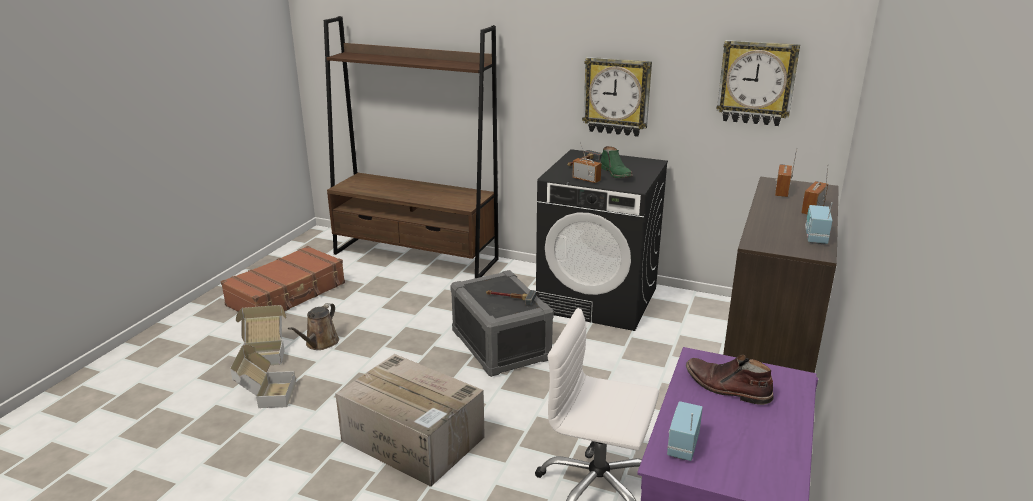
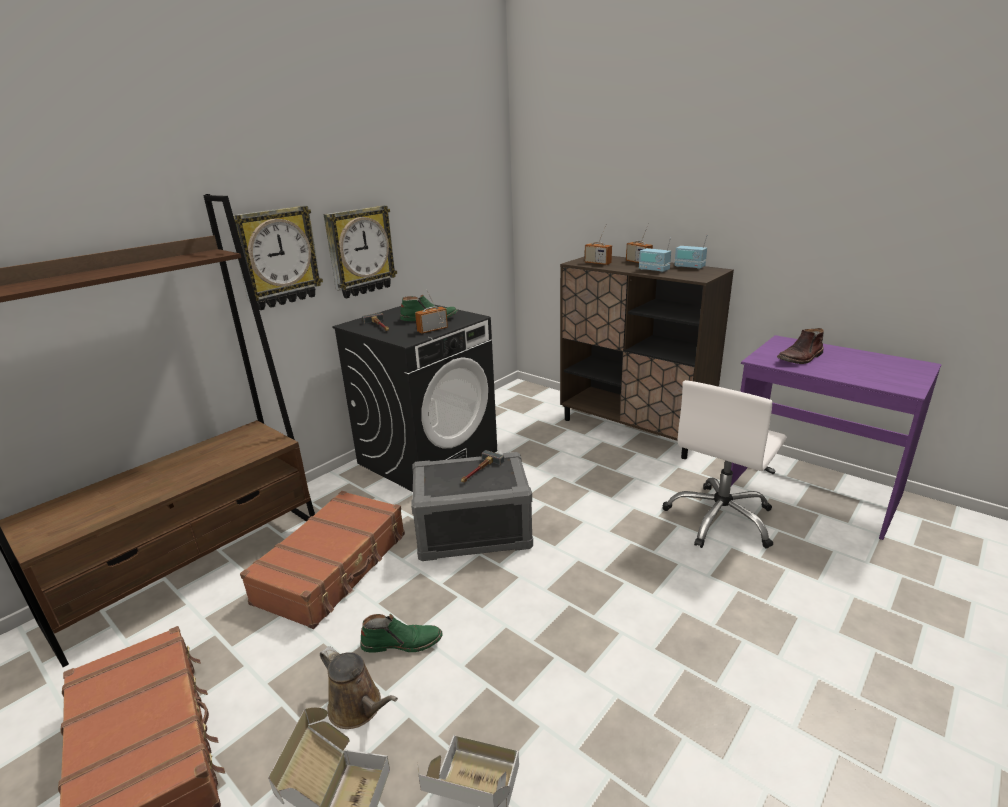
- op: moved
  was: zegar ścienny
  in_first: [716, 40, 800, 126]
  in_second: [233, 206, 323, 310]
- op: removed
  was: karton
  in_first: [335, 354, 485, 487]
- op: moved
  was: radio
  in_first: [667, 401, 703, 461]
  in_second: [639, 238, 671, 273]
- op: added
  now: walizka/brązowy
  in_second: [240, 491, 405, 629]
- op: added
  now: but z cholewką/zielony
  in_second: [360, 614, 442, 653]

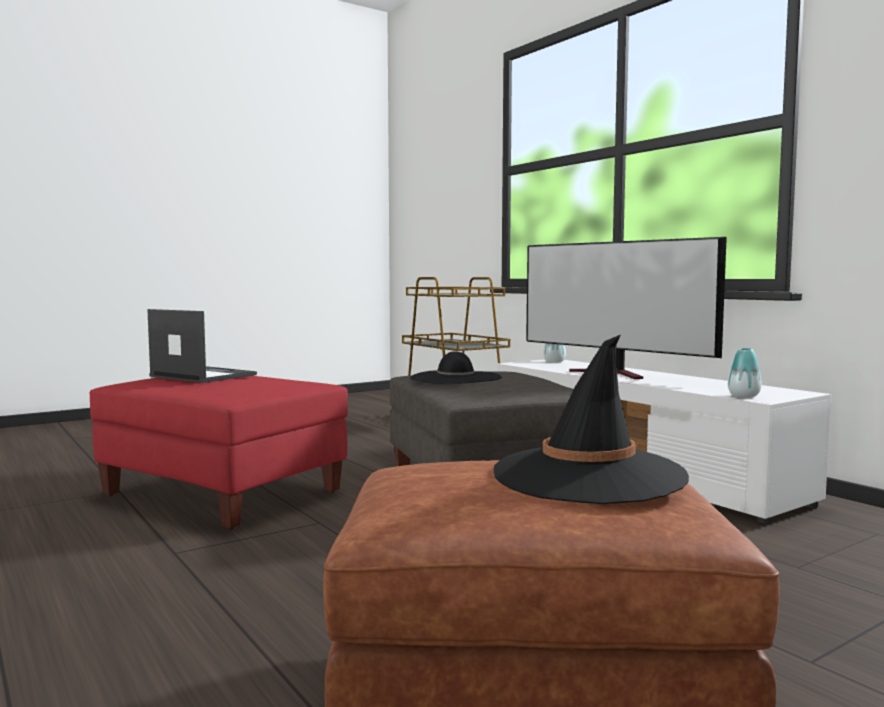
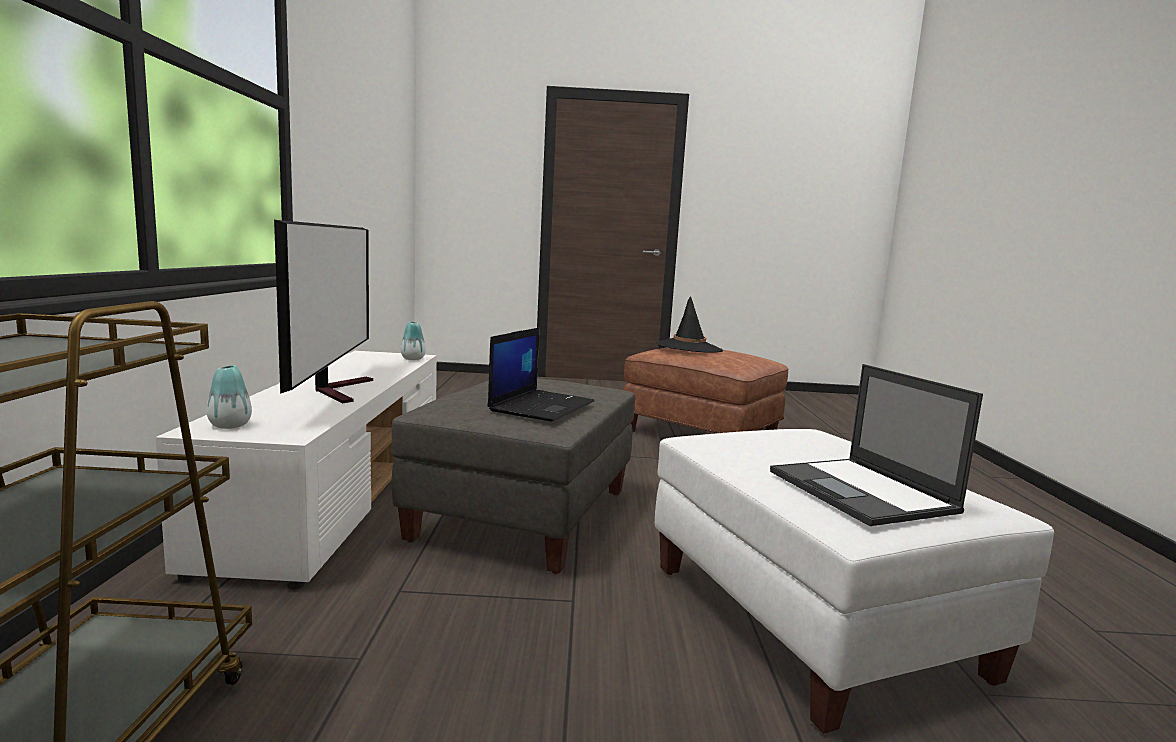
- op: replaced
  was: kapelusz/czarny
  now: laptop
  in_first: [410, 351, 502, 384]
  in_second: [487, 327, 594, 422]
- op: recoloured
  was: pufa/czerwony
  now: pufa/biały
  in_first: [90, 376, 348, 530]
  in_second: [655, 429, 1054, 733]

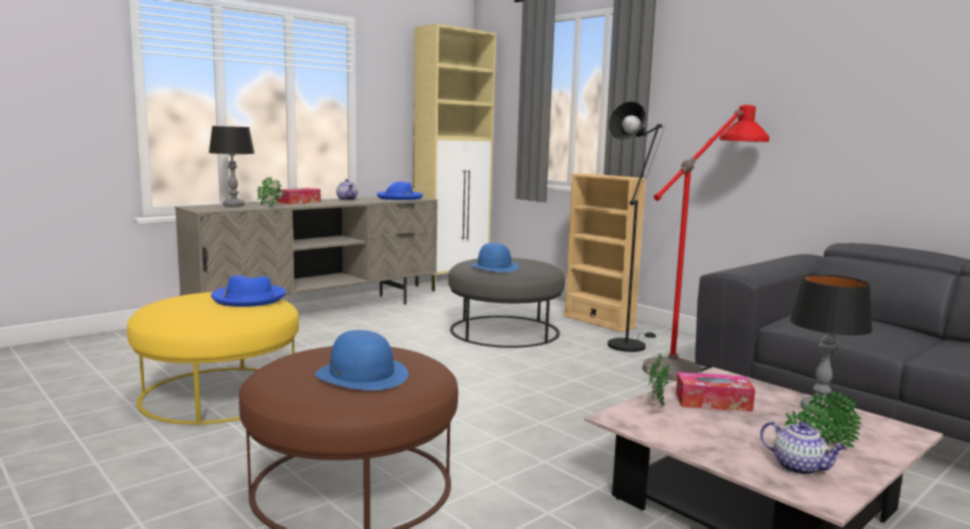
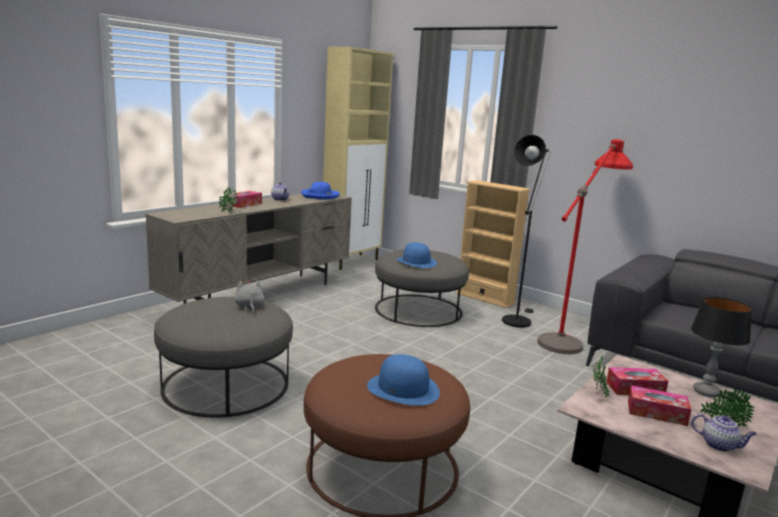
- op: removed
  was: lampa stołowa
  in_first: [209, 126, 255, 207]
- op: replaced
  was: kapelusz/niebieski
  now: pluszak/szary
  in_first: [211, 275, 286, 307]
  in_second: [235, 280, 265, 313]
- op: recoloured
  was: pufa/żółty
  now: pufa/szary
  in_first: [127, 292, 299, 424]
  in_second: [154, 297, 293, 417]
- op: added
  now: pudełko chusteczek
  in_second: [628, 385, 692, 426]

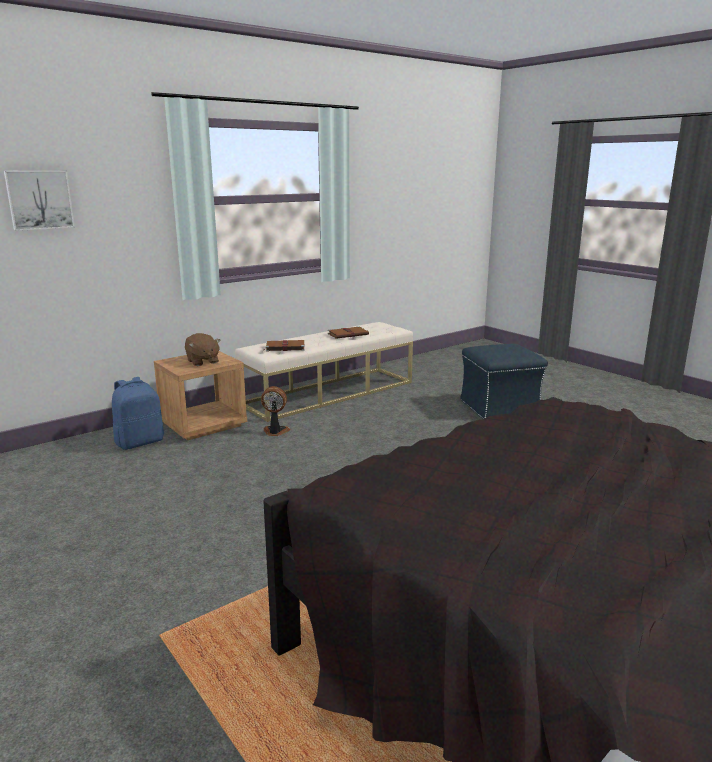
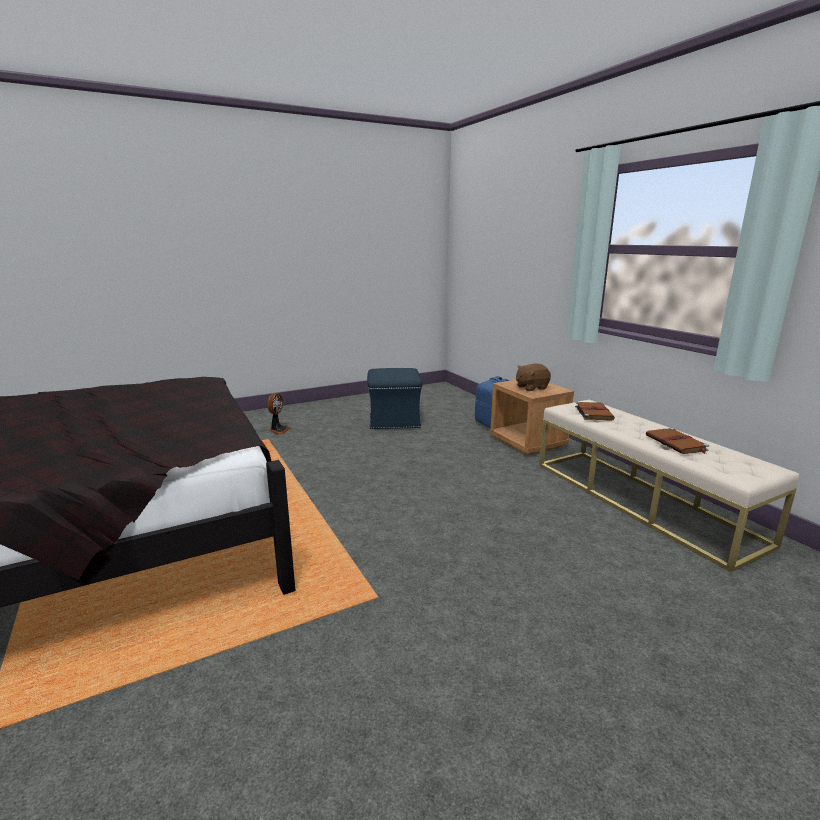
- op: removed
  was: obraz
  in_first: [4, 171, 75, 231]
- op: moved
  was: pufa/niebieski
  in_first: [460, 344, 548, 419]
  in_second: [367, 368, 422, 430]
- op: moved
  was: wentylator
  in_first: [261, 386, 291, 436]
  in_second: [267, 393, 291, 435]

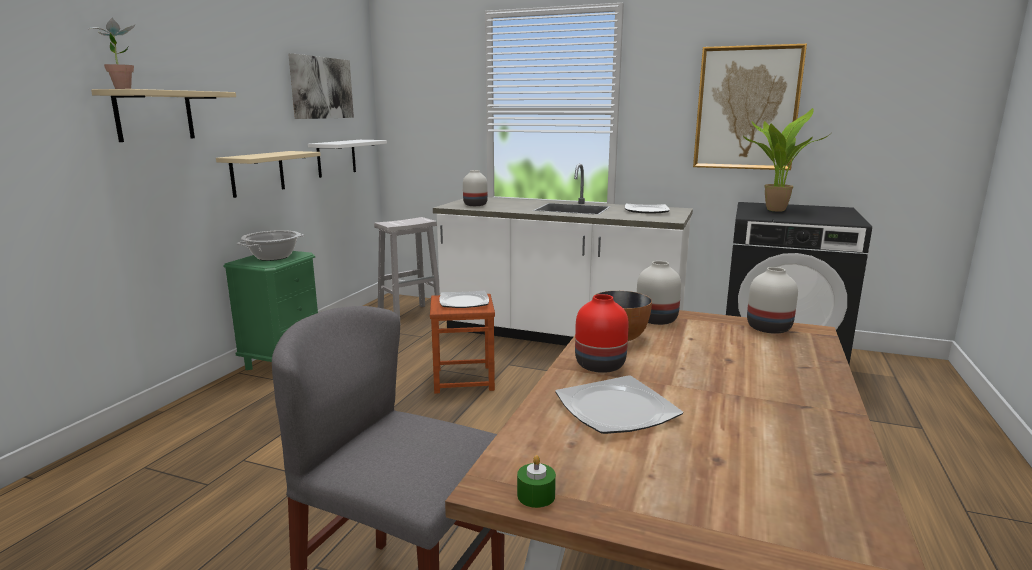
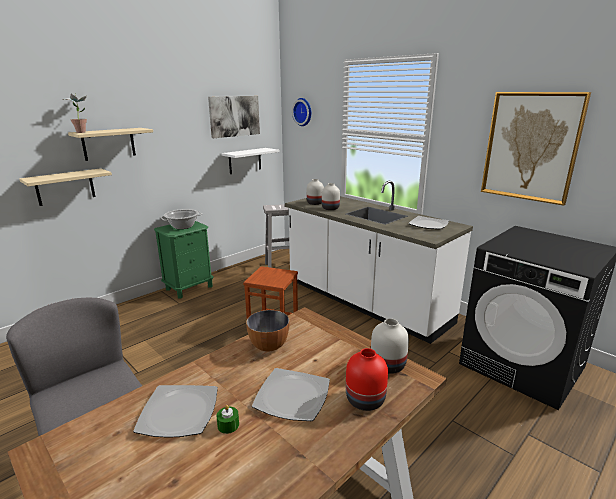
- op: removed
  was: roślina doniczkowa
  in_first: [743, 108, 829, 212]
- op: moved
  was: półka/beżowy
  in_first: [216, 151, 321, 198]
  in_second: [19, 168, 112, 206]
- op: moved
  was: wazon/biały
  in_first: [637, 261, 681, 325]
  in_second: [322, 183, 340, 210]
- op: moved
  was: talerz
  in_first: [439, 291, 489, 308]
  in_second: [252, 368, 330, 421]
- op: moved
  was: wazon/czerwony
  in_first: [575, 294, 629, 373]
  in_second: [346, 348, 388, 411]
- op: moved
  was: świeca/zielony
  in_first: [517, 455, 556, 508]
  in_second: [217, 405, 239, 434]
- op: added
  now: zegar ścienny
  in_second: [292, 98, 312, 126]

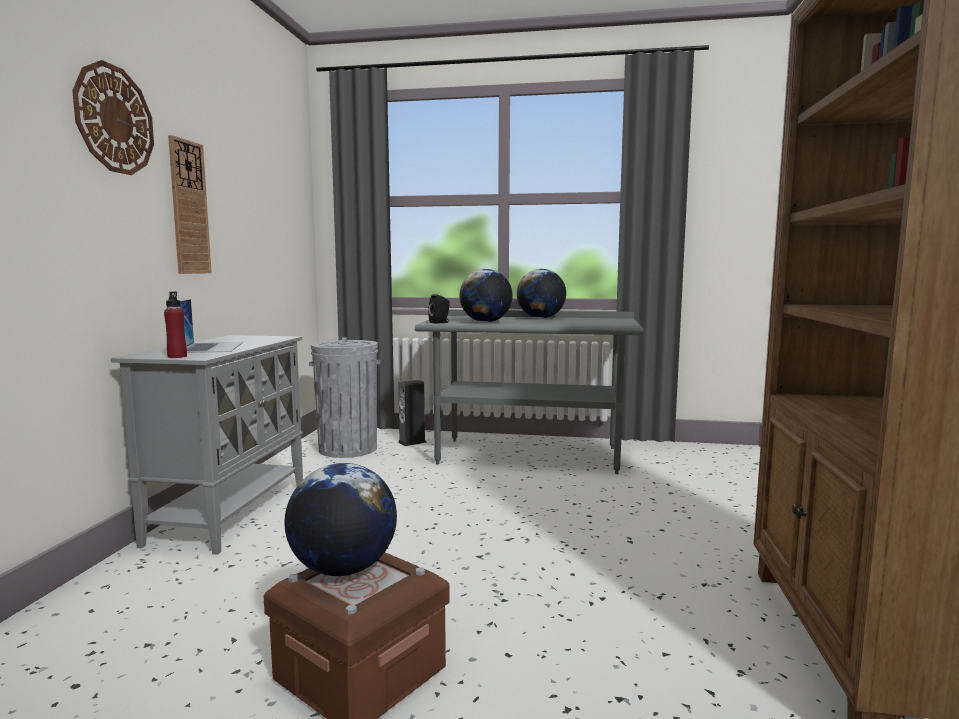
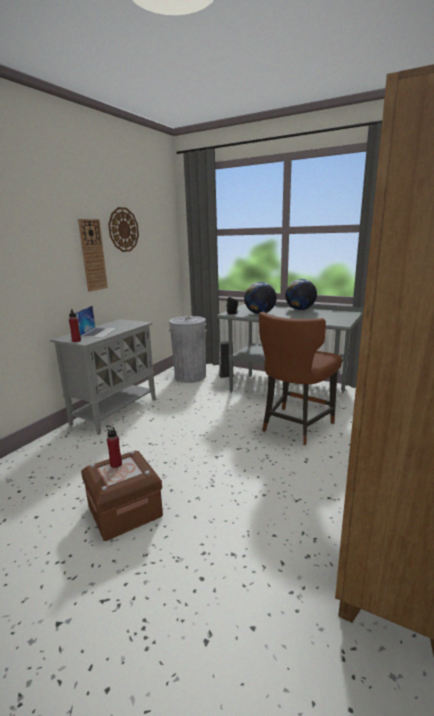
- op: moved
  was: zegar ścienny
  in_first: [72, 60, 154, 175]
  in_second: [108, 207, 139, 252]
- op: replaced
  was: globus
  now: butelka/czerwony
  in_first: [285, 463, 397, 576]
  in_second: [106, 425, 122, 468]
- op: added
  now: krzesło/brązowy
  in_second: [259, 312, 342, 445]

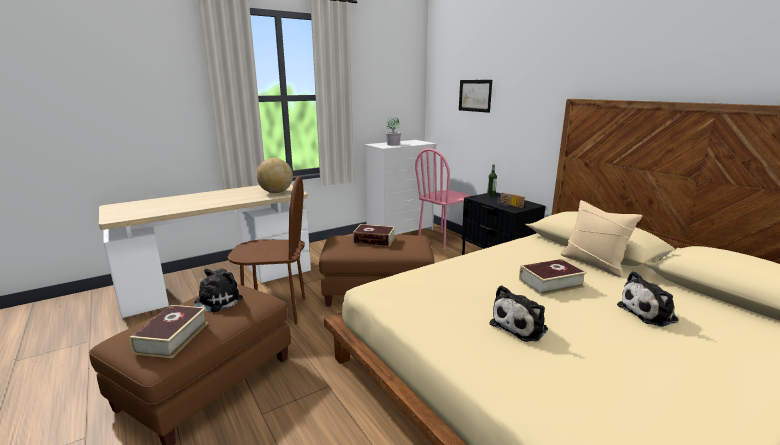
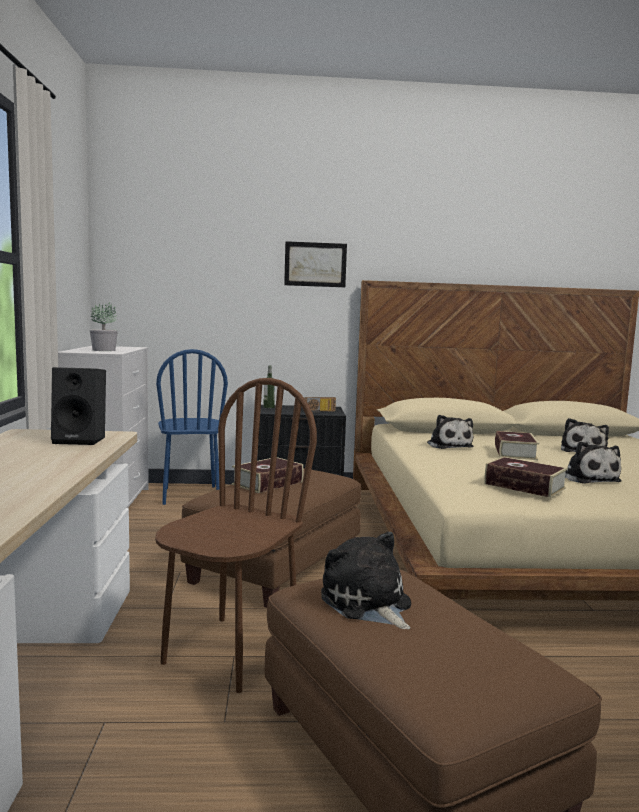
- op: moved
  was: obraz
  in_first: [459, 80, 492, 113]
  in_second: [284, 241, 347, 287]
- op: recoloured
  was: krzesło/różowy
  now: krzesło/niebieski
  in_first: [415, 148, 470, 250]
  in_second: [156, 349, 228, 505]
- op: replaced
  was: globus
  now: głośnik/czarny
  in_first: [256, 158, 293, 193]
  in_second: [51, 367, 106, 445]
- op: removed
  was: poduszka/beżowy
  in_first: [561, 200, 642, 277]
- op: moved
  was: książka
  in_first: [129, 305, 208, 358]
  in_second: [484, 457, 568, 498]
- op: added
  now: pluszak
  in_second: [427, 415, 473, 449]

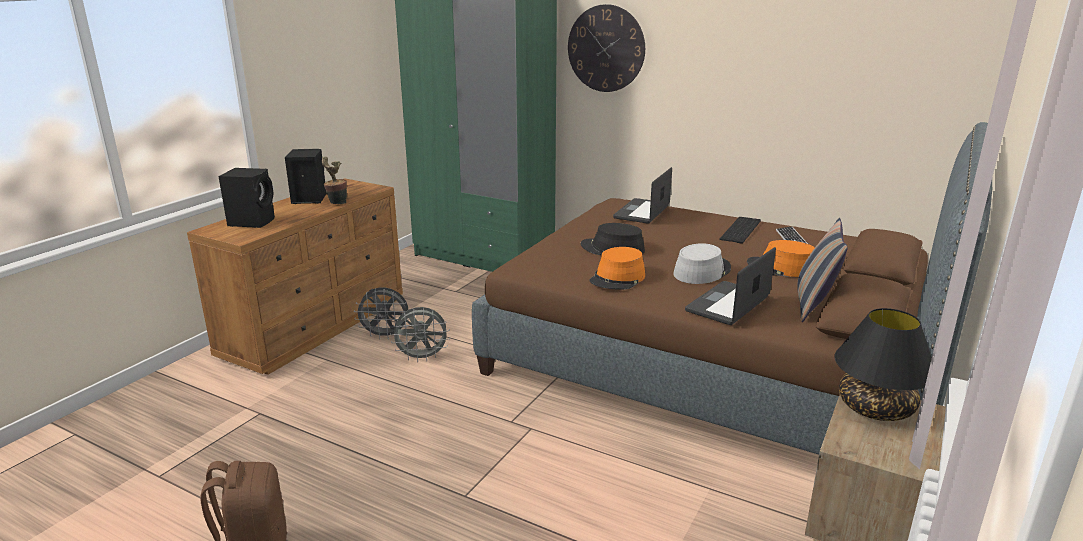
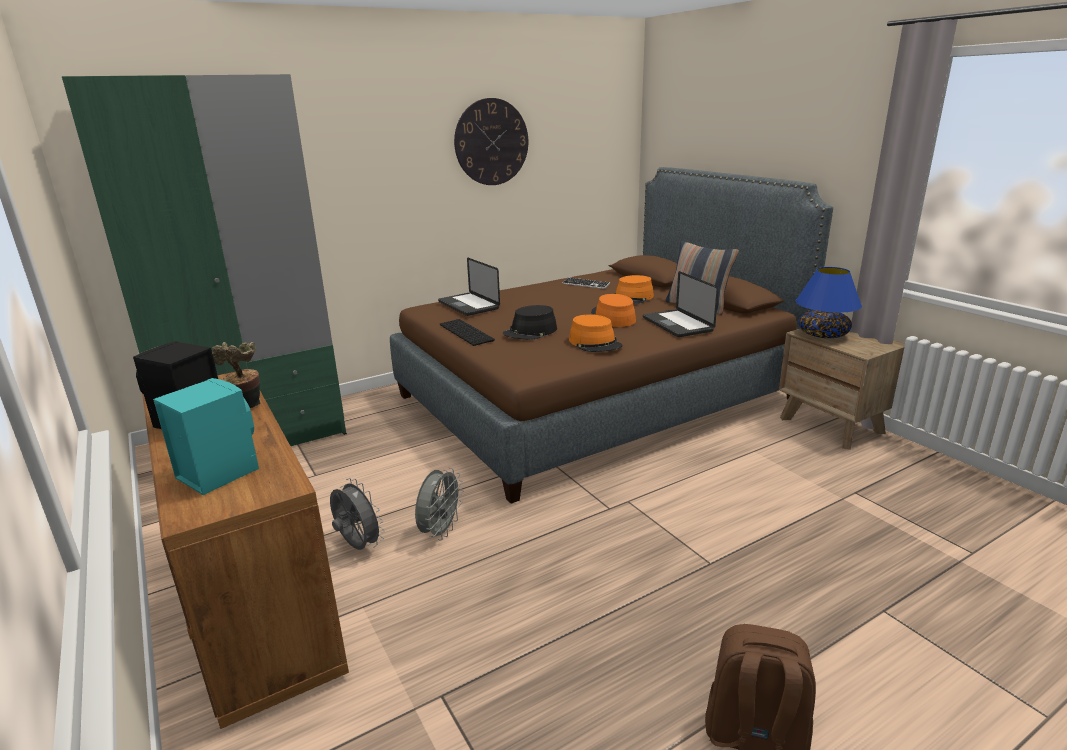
- op: moved
  was: zegar ścienny
  in_first: [568, 4, 645, 92]
  in_second: [454, 98, 528, 185]
- op: recoloured
  was: głośnik/czarny
  now: głośnik/turkusowy
  in_first: [218, 168, 275, 228]
  in_second: [153, 378, 259, 495]
- op: moved
  was: klawiatura
  in_first: [719, 217, 761, 244]
  in_second: [440, 319, 495, 346]
- op: recoloured
  was: kapelusz/szary
  now: kapelusz/pomarańczowy
  in_first: [673, 243, 731, 284]
  in_second: [591, 294, 636, 327]
- op: turned
  was: wentylator/szary
  in_first: [354, 288, 409, 339]
  in_second: [330, 478, 385, 550]
  clockwise: -75
- op: recoloured
  was: lampa stołowa/czarny
  now: lampa stołowa/niebieski
  in_first: [834, 308, 932, 421]
  in_second: [796, 267, 862, 338]

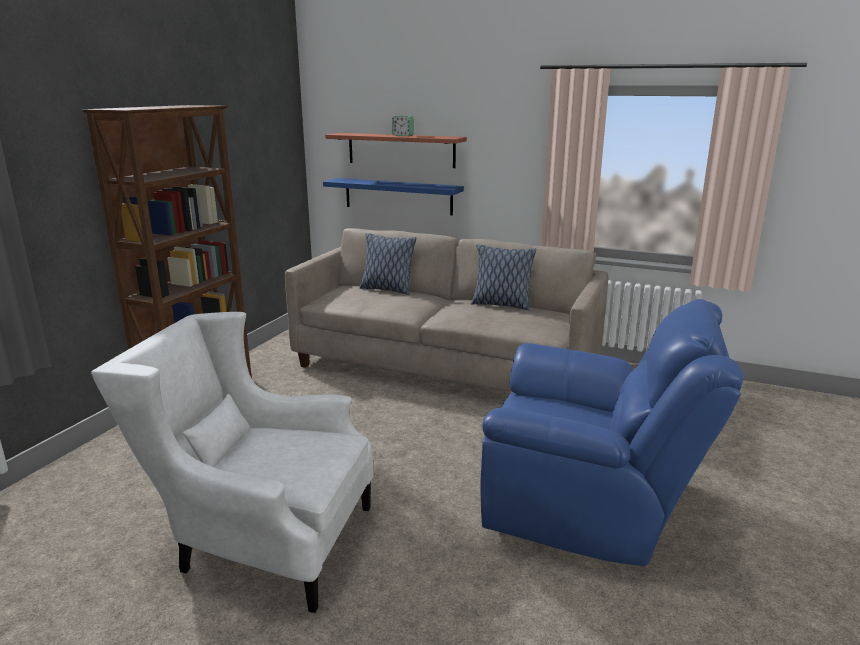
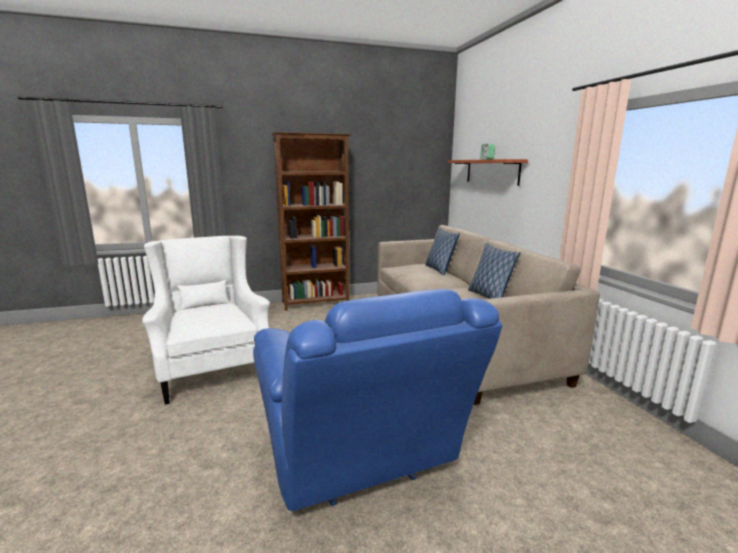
- op: removed
  was: półka/niebieski
  in_first: [323, 178, 464, 215]

